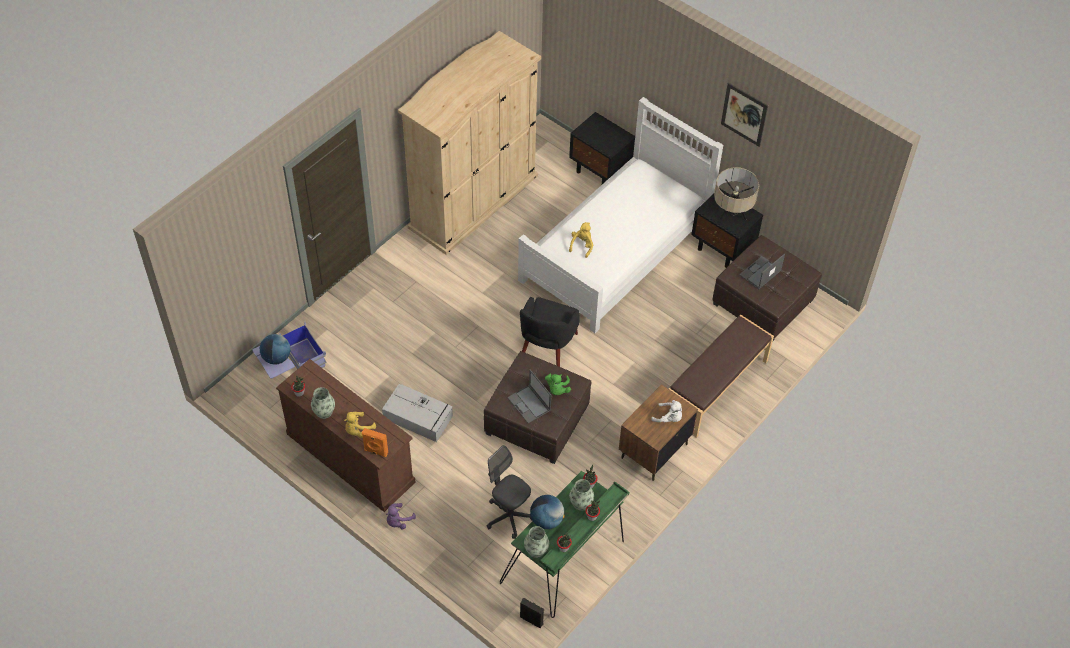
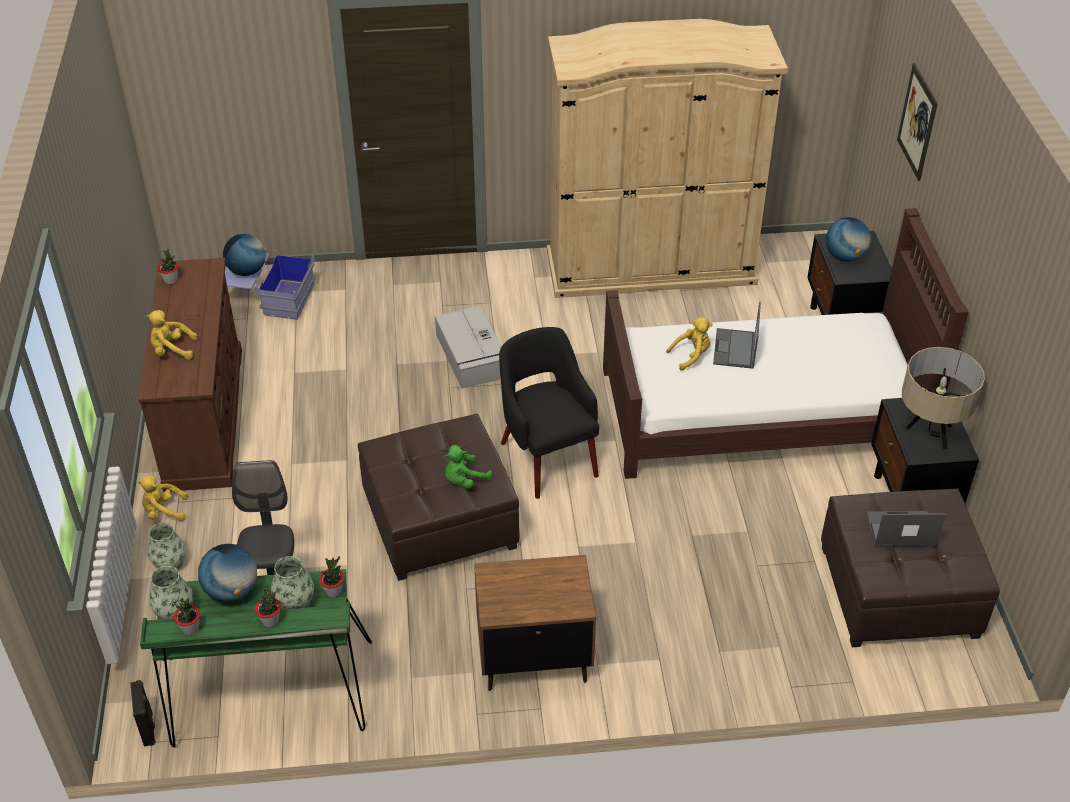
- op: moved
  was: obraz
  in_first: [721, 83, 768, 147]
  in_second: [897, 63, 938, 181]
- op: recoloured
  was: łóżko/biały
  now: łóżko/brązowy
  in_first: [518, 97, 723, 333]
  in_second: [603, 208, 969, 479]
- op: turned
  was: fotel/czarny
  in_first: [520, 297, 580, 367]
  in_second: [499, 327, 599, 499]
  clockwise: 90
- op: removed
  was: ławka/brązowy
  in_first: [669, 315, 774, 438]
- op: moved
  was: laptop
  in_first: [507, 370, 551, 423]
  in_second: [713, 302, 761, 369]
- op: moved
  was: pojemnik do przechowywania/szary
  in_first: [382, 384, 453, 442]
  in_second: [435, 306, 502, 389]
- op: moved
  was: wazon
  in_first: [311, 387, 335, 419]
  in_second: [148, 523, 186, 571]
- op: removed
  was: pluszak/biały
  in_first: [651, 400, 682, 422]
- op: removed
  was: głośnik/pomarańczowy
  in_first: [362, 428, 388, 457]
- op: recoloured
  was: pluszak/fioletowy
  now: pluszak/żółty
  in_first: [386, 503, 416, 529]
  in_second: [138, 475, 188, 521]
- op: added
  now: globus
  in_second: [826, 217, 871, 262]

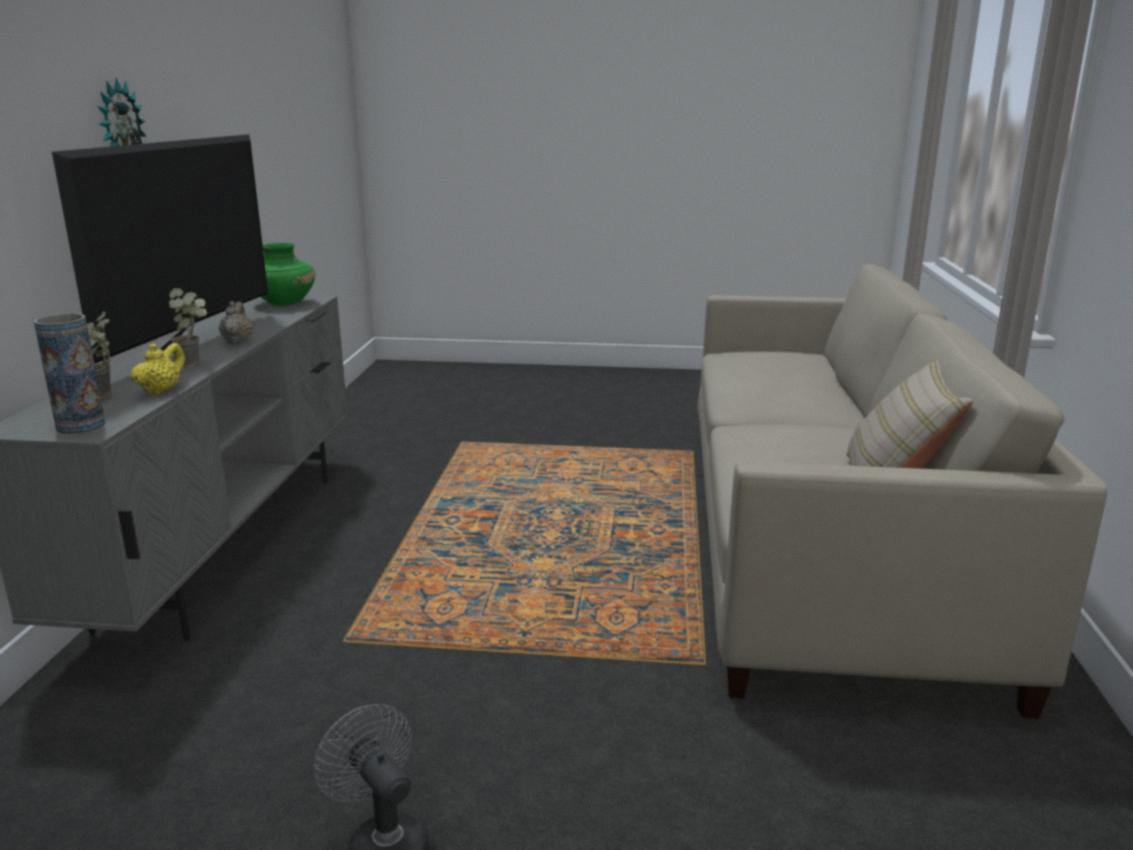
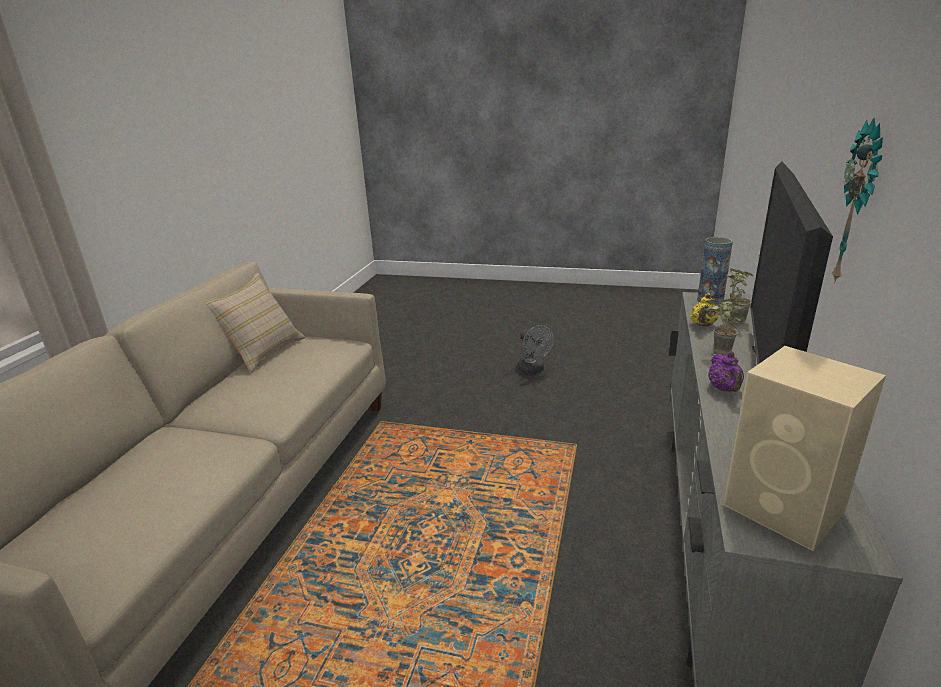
- op: replaced
  was: wazon/zielony
  now: głośnik/beżowy
  in_first: [261, 243, 315, 306]
  in_second: [723, 346, 886, 551]
- op: recoloured
  was: imbryk/beżowy
  now: imbryk/fioletowy
  in_first: [219, 301, 253, 344]
  in_second: [708, 351, 744, 392]

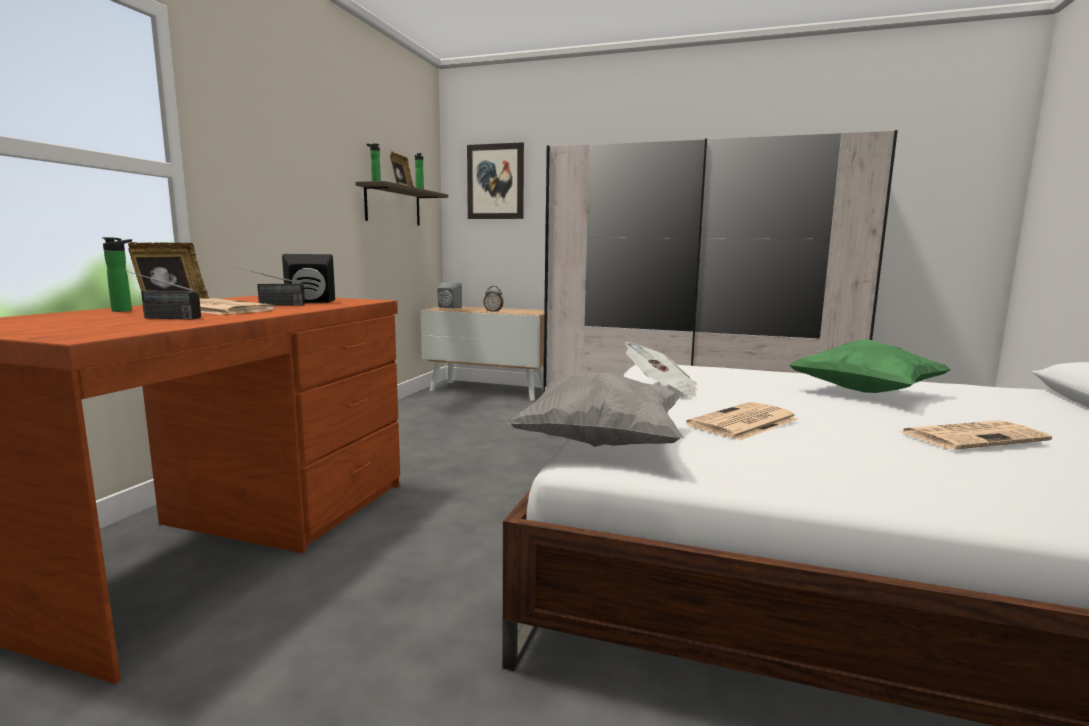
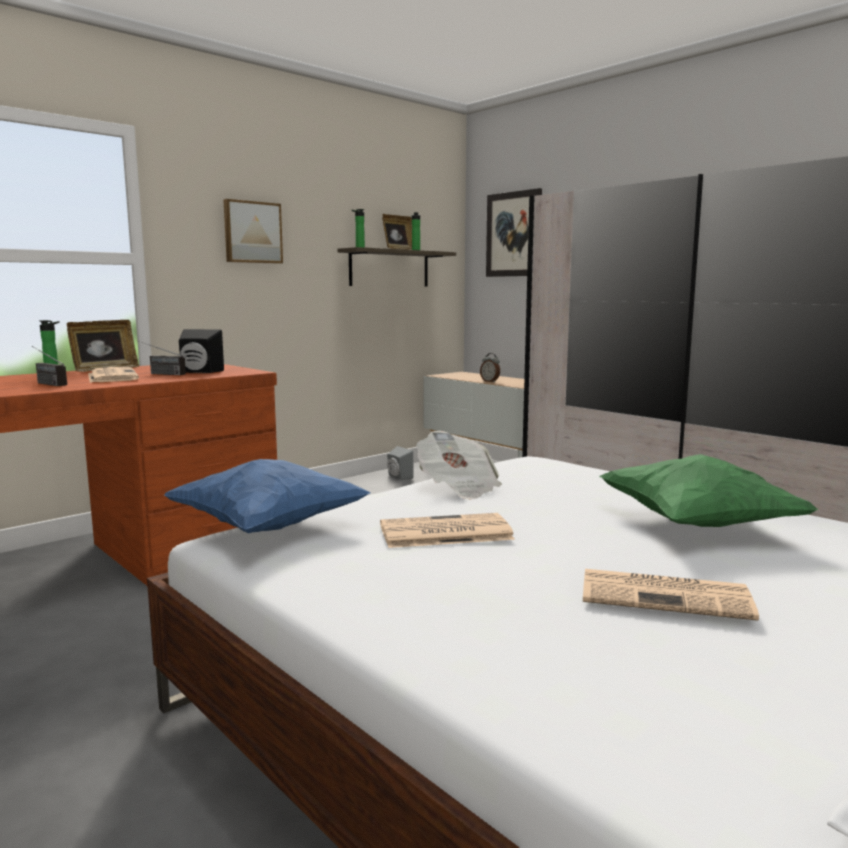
- op: moved
  was: głośnik/szary
  in_first: [437, 283, 462, 308]
  in_second: [387, 446, 413, 480]
- op: recoloured
  was: poduszka/szary
  now: poduszka/niebieski
  in_first: [509, 372, 684, 447]
  in_second: [164, 459, 371, 533]
- op: added
  now: obraz
  in_second: [223, 199, 283, 264]

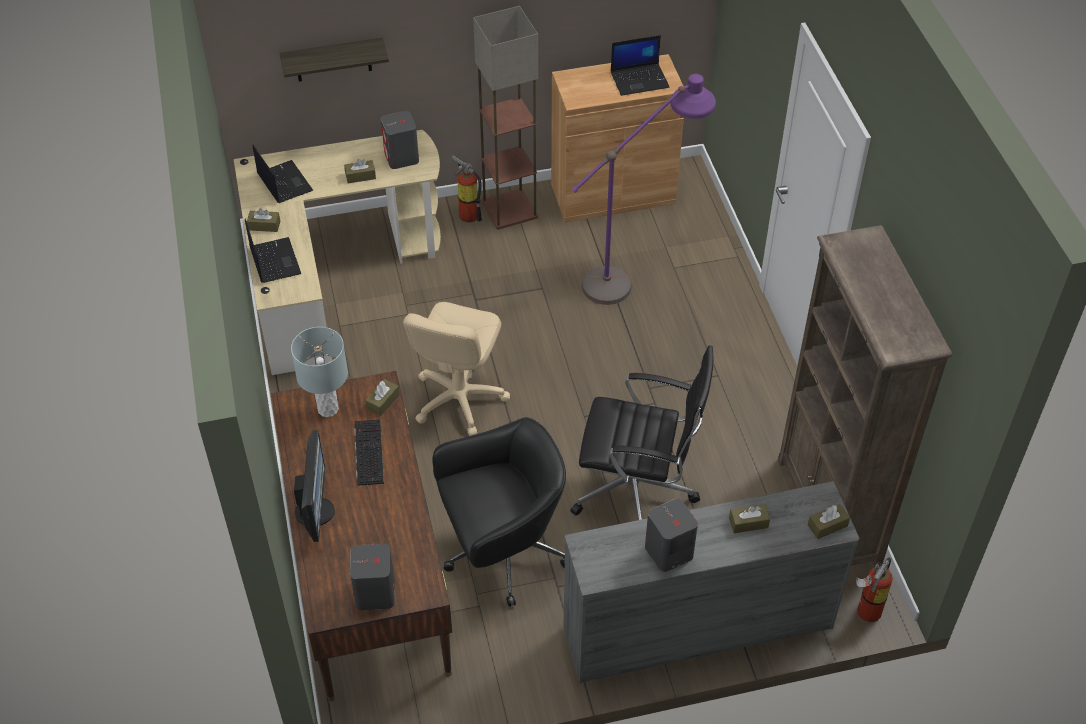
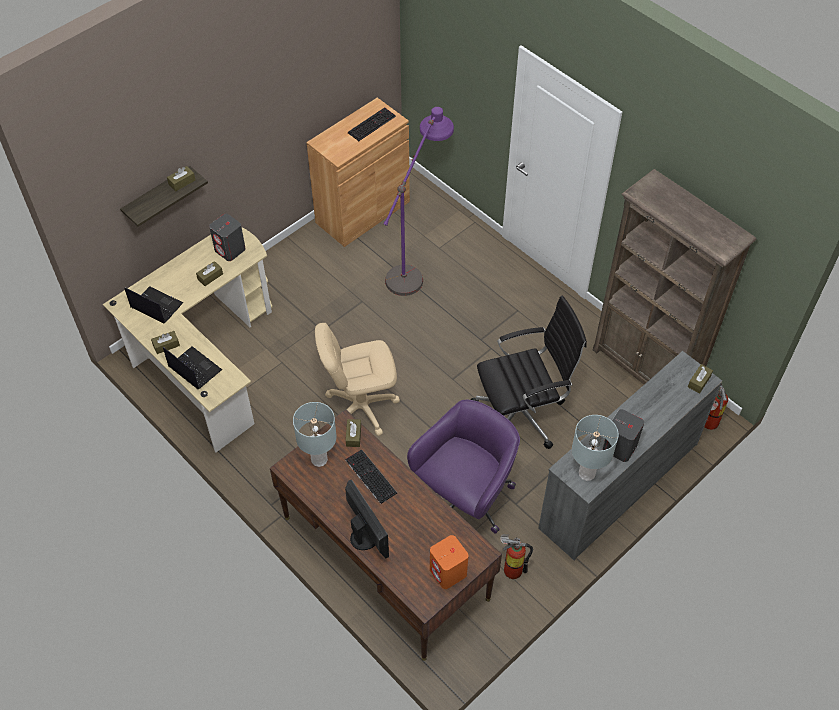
- op: removed
  was: lampa stojąca
  in_first: [473, 6, 538, 230]
- op: replaced
  was: laptop
  now: klawiatura
  in_first: [611, 35, 669, 96]
  in_second: [348, 108, 396, 141]
- op: moved
  was: gaśnica
  in_first: [452, 155, 482, 222]
  in_second: [500, 534, 533, 579]
- op: turned
  was: krzesło biurowe/beżowy
  in_first: [403, 302, 510, 436]
  in_second: [315, 323, 400, 436]
  clockwise: 90
- op: recoloured
  was: krzesło biurowe/czarny
  now: krzesło biurowe/fioletowy
  in_first: [433, 417, 566, 607]
  in_second: [407, 400, 520, 534]
- op: moved
  was: pudełko chusteczek/brązowy
  in_first: [729, 504, 770, 533]
  in_second: [167, 166, 196, 192]
- op: recoloured
  was: głośnik/szary
  now: głośnik/pomarańczowy
  in_first: [350, 544, 395, 610]
  in_second: [430, 535, 468, 589]
- op: added
  now: lampa stołowa/szary
  in_second: [572, 415, 619, 481]

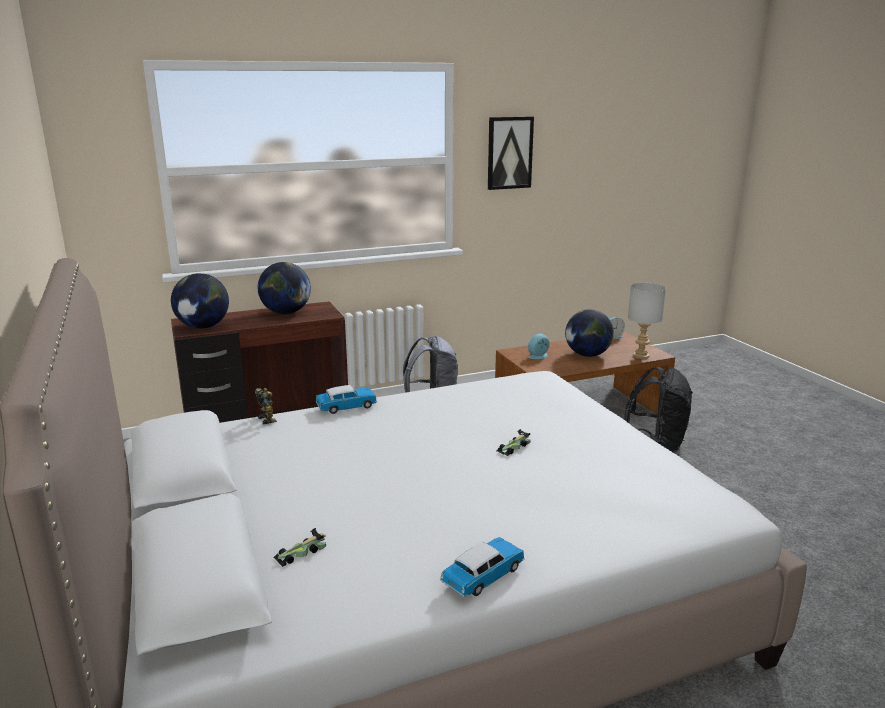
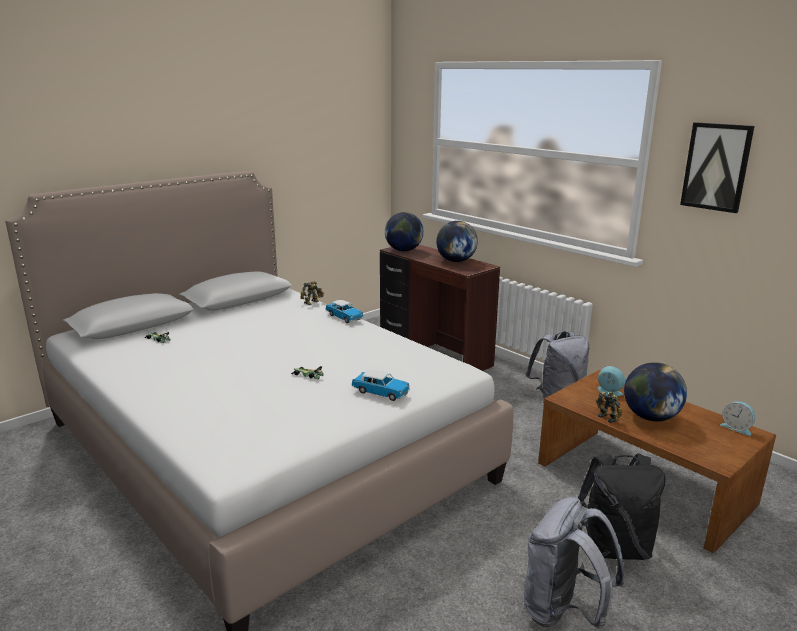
- op: removed
  was: lampa stołowa/szary
  in_first: [628, 283, 666, 359]
- op: moved
  was: samochodzik
  in_first: [440, 537, 525, 597]
  in_second: [352, 370, 410, 401]
- op: added
  now: robot zabawkowy
  in_second: [596, 391, 622, 423]
- op: added
  now: plecak/szary
  in_second: [524, 497, 624, 629]

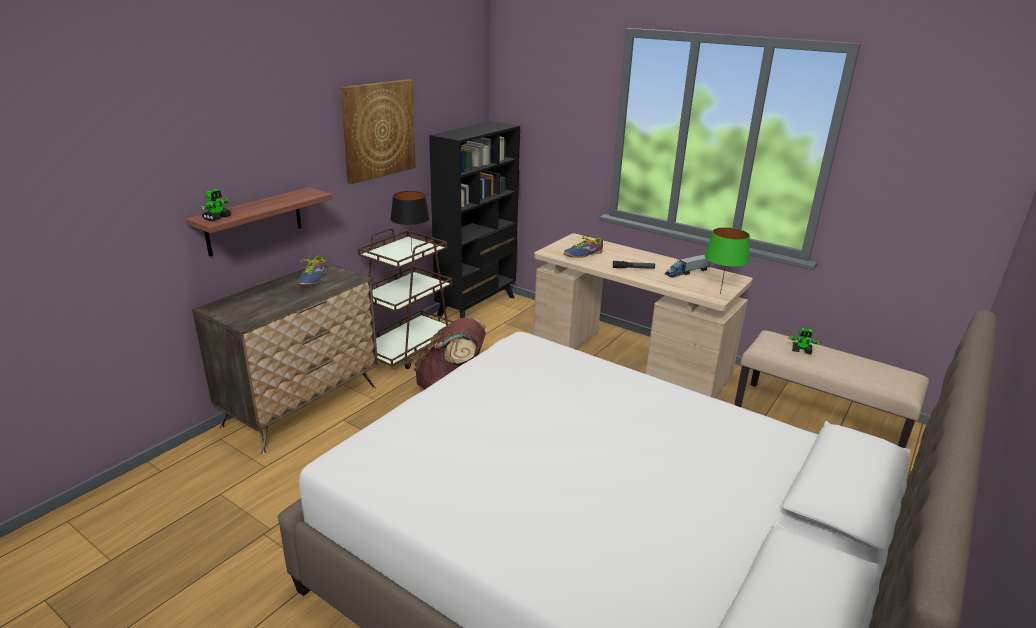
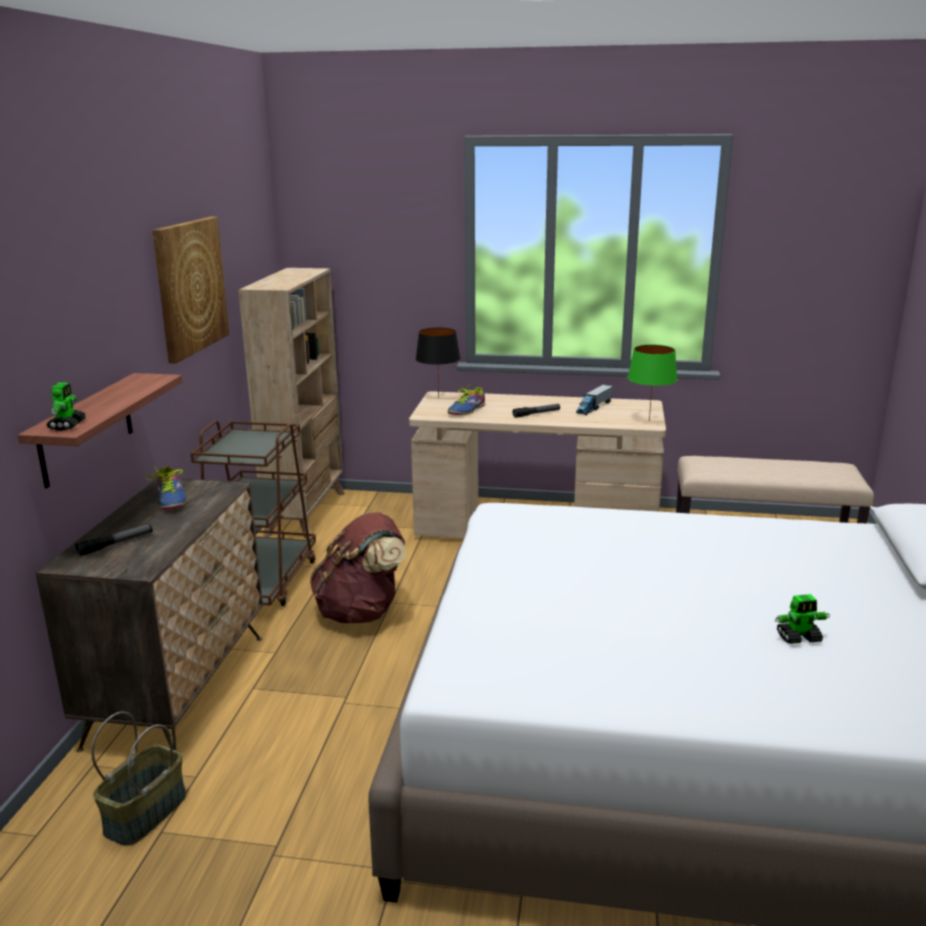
- op: recoloured
  was: regał/czarny
  now: regał/beżowy
  in_first: [429, 121, 520, 318]
  in_second: [238, 268, 345, 539]
- op: moved
  was: lampa stołowa/czarny
  in_first: [391, 191, 430, 252]
  in_second: [415, 328, 461, 398]
- op: moved
  was: robot zabawkowy
  in_first: [789, 328, 821, 354]
  in_second: [775, 594, 830, 644]
- op: added
  now: latarka
  in_second: [76, 524, 153, 556]
- op: added
  now: koszyk
  in_second: [91, 712, 186, 846]

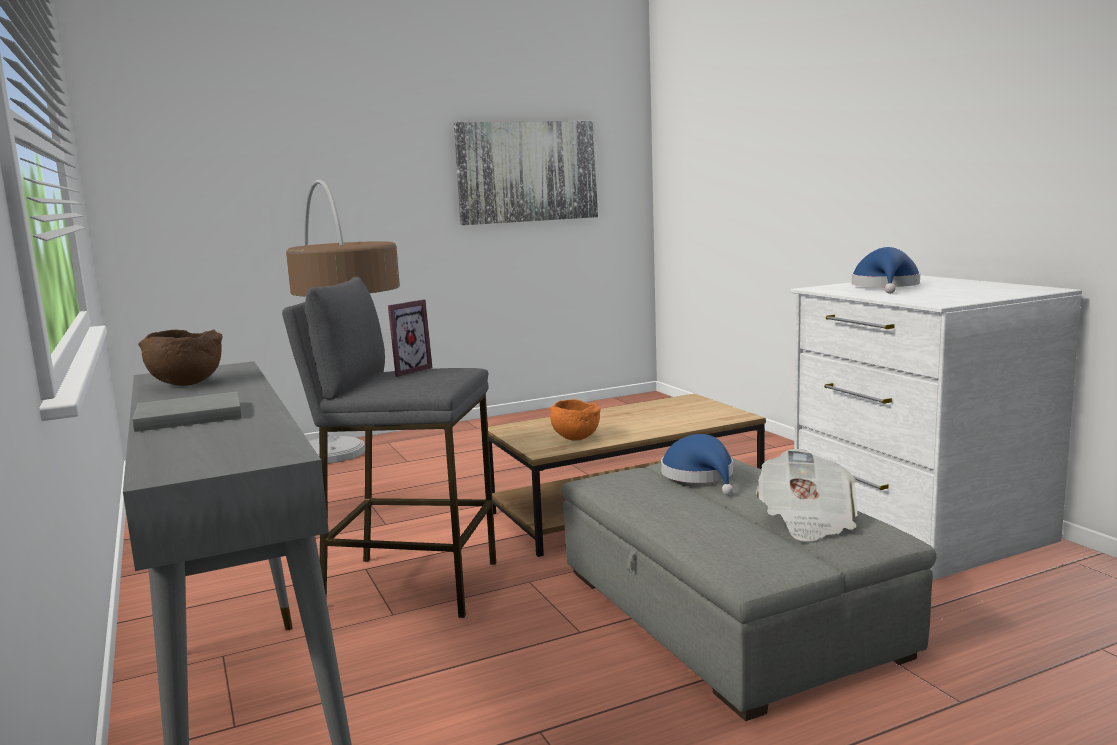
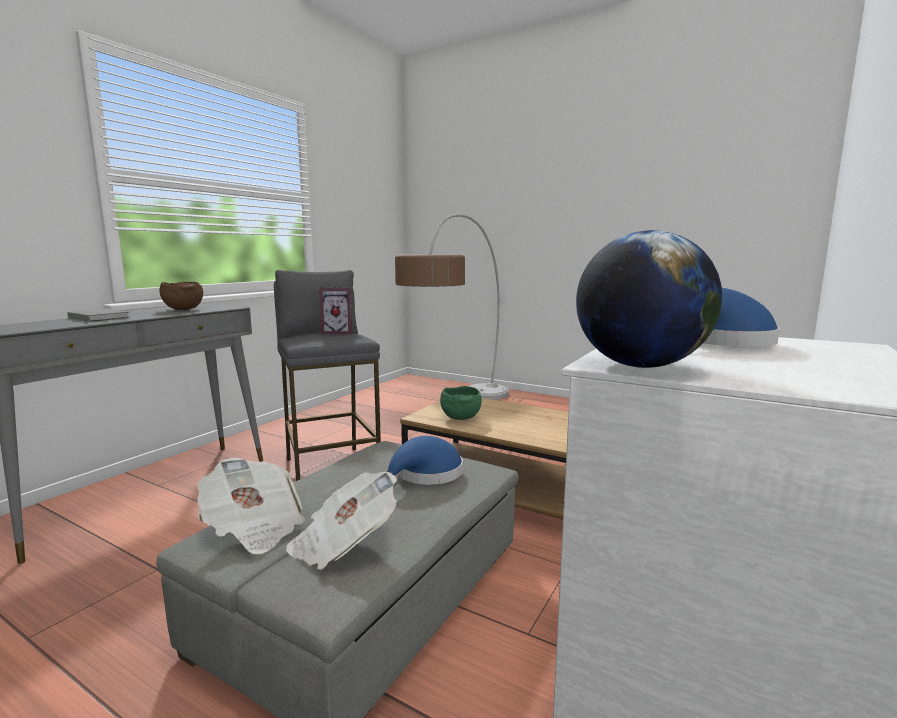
- op: removed
  was: obraz
  in_first: [454, 121, 598, 225]
- op: recoloured
  was: miska/pomarańczowy
  now: miska/zielony
  in_first: [550, 399, 601, 441]
  in_second: [440, 386, 482, 420]
- op: added
  now: globus
  in_second: [576, 230, 722, 368]
- op: added
  now: gazeta
  in_second: [197, 457, 305, 554]

